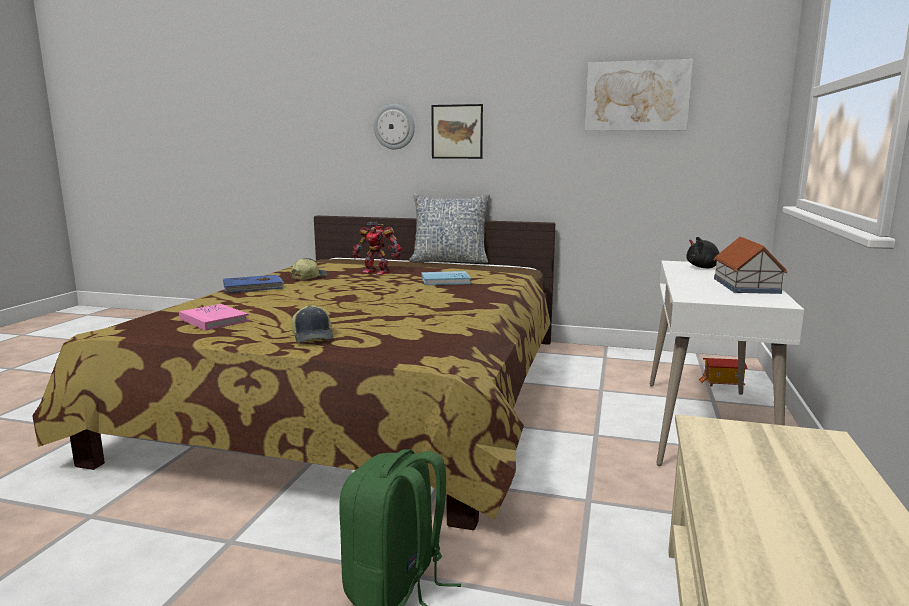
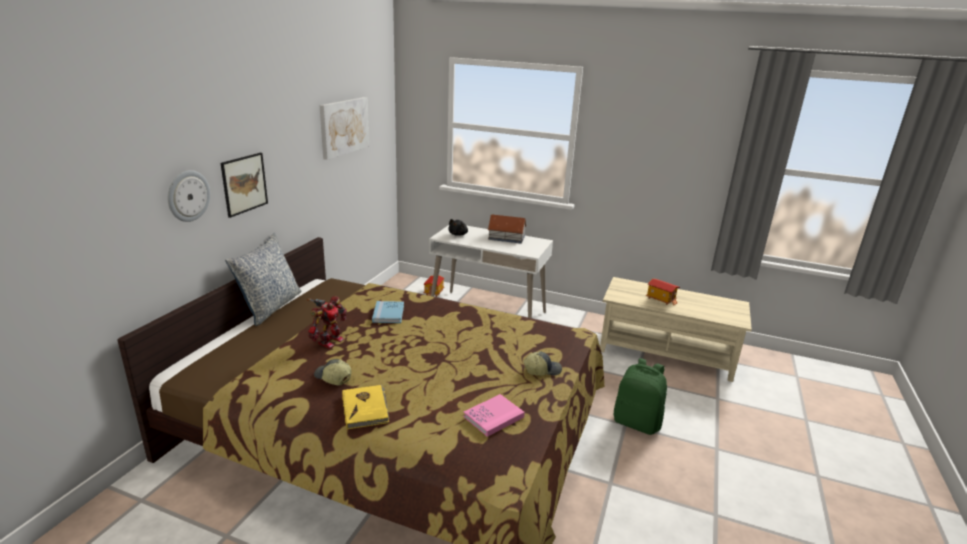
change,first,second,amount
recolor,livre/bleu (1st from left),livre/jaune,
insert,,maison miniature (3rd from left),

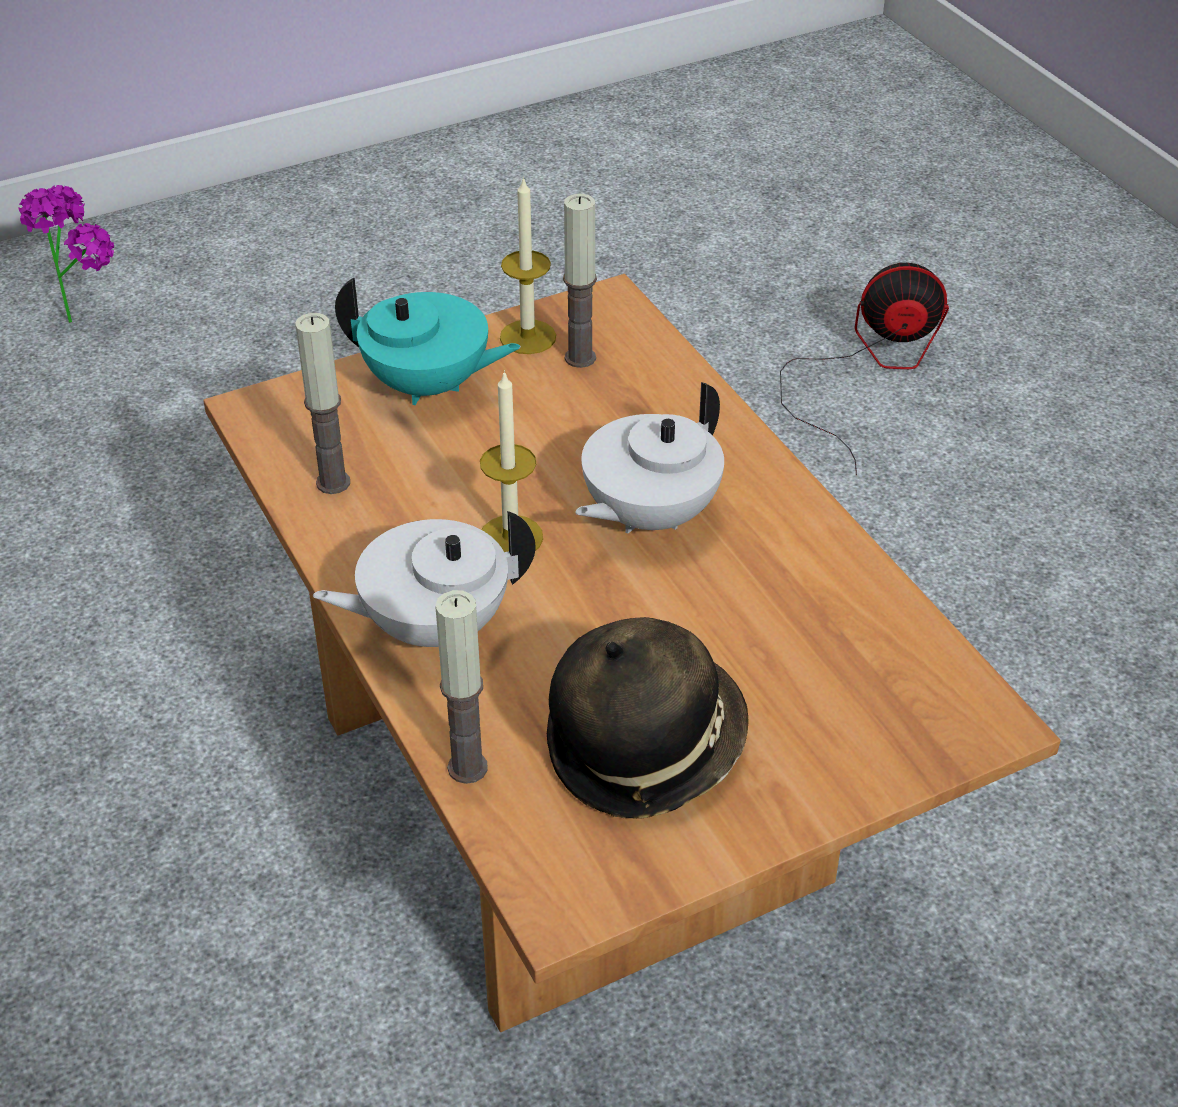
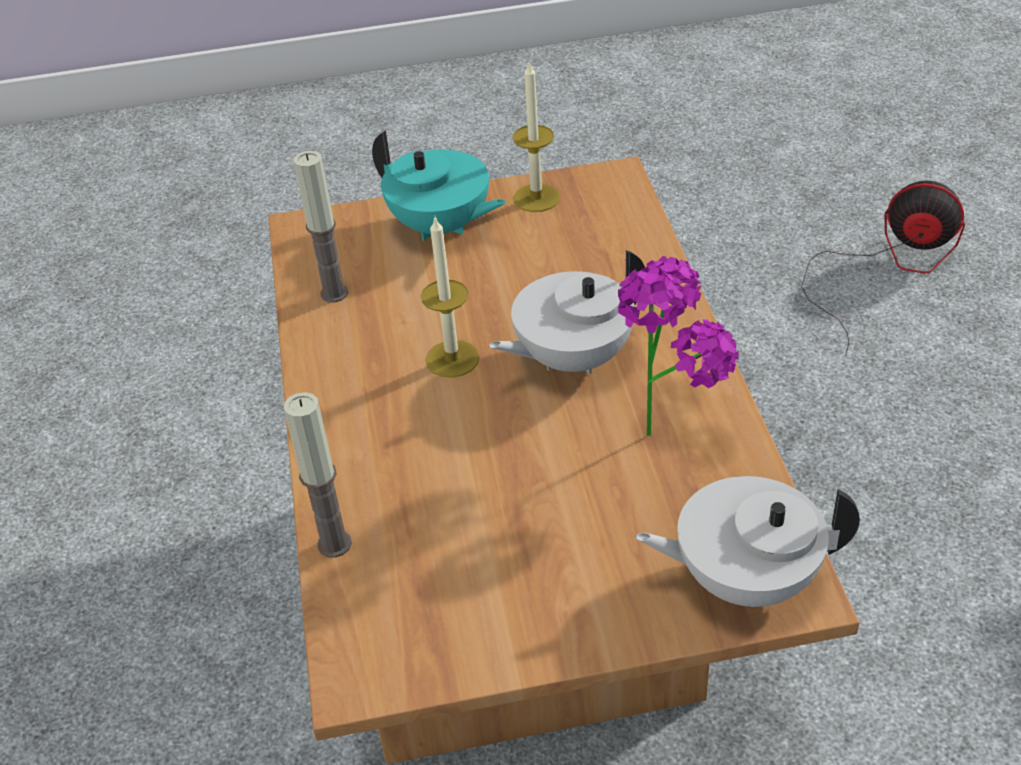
change,first,second,amount
move,plante en pot,,
move,théière/blanc (1st from left in the first image),théière/blanc (2nd from left),
delete,chapeau,,
delete,bougie (5th from left),,

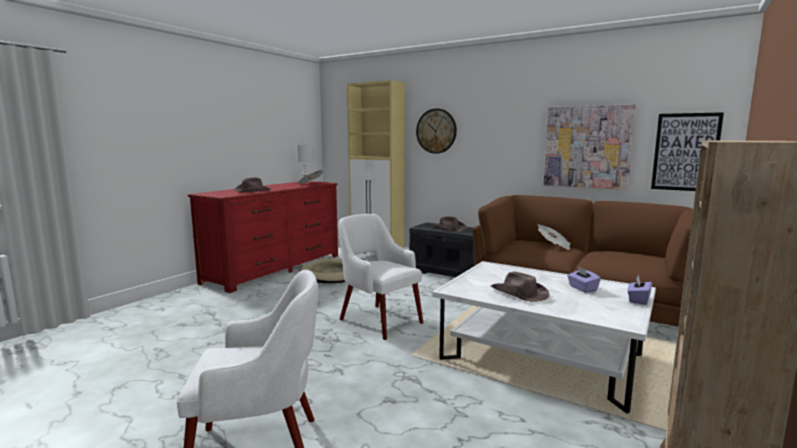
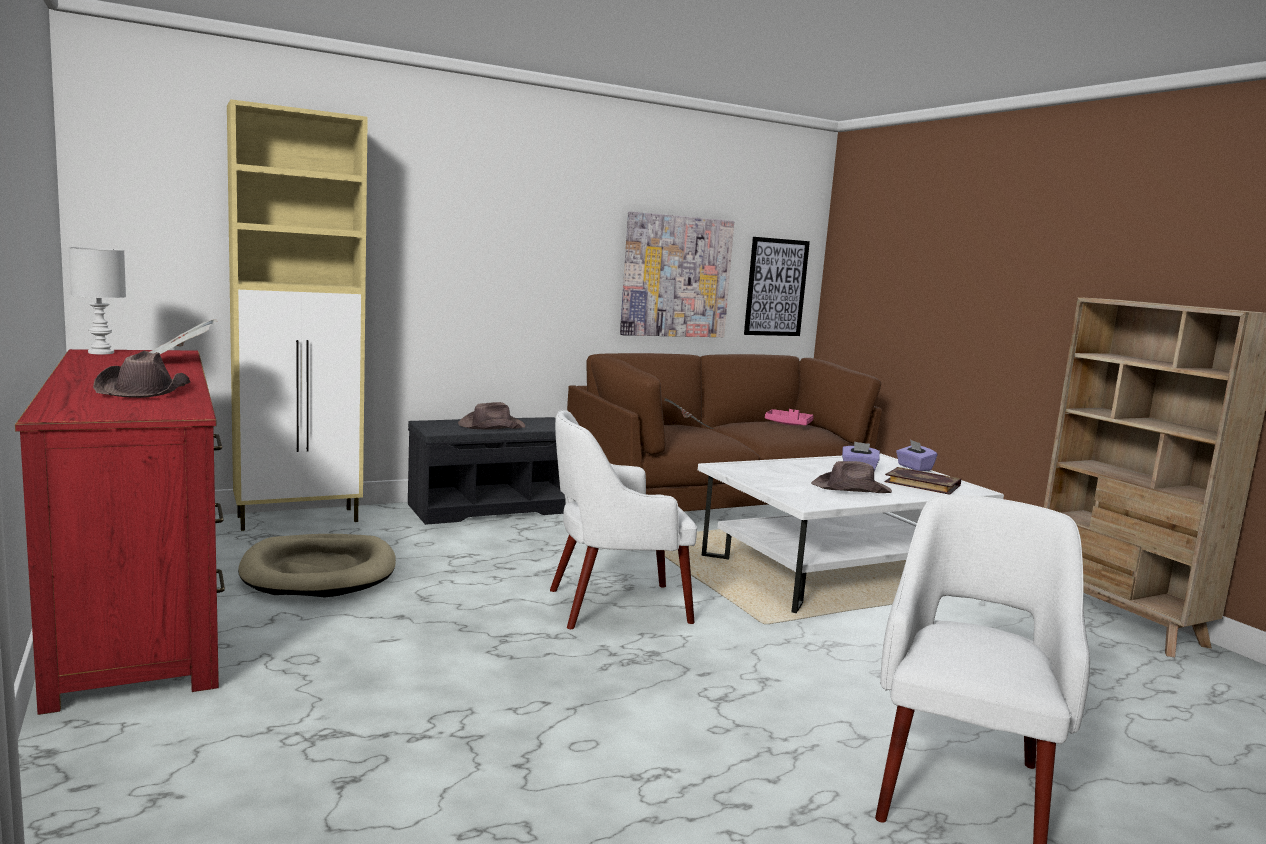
change,first,second,amount
insert,,plateau/rose,
insert,,livre,
delete,horloge murale,,

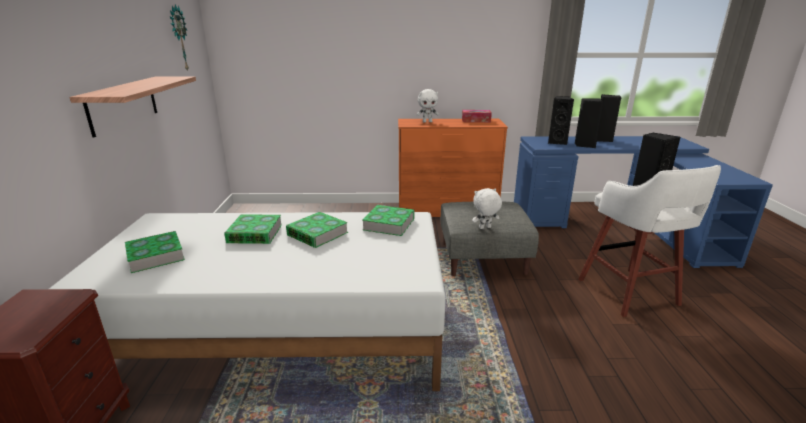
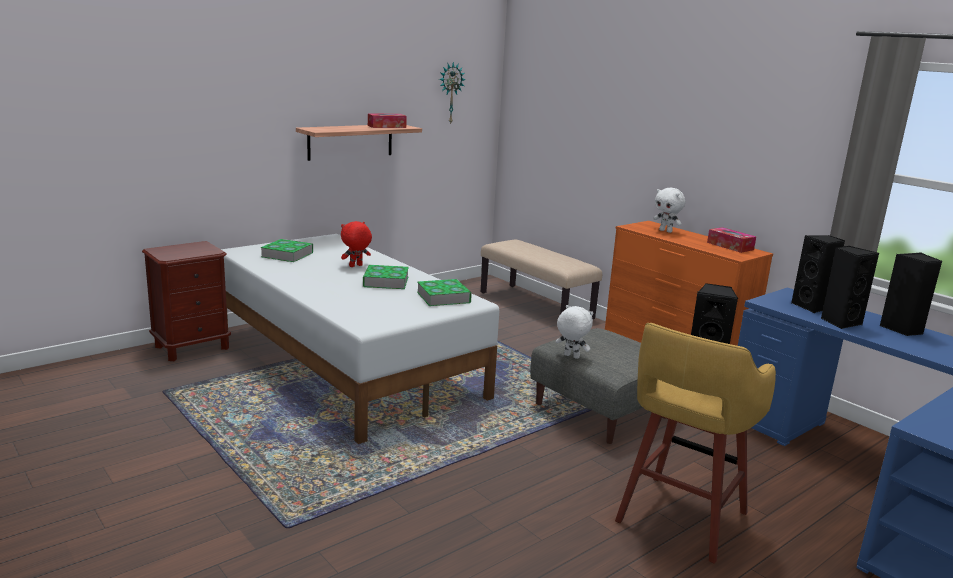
change,first,second,amount
replace,livre (2nd from left),peluche/rouge,
insert,,boîte à mouchoirs (1st from left),
insert,,banc/beige,
recolor,tabouret/blanc,tabouret/jaune,

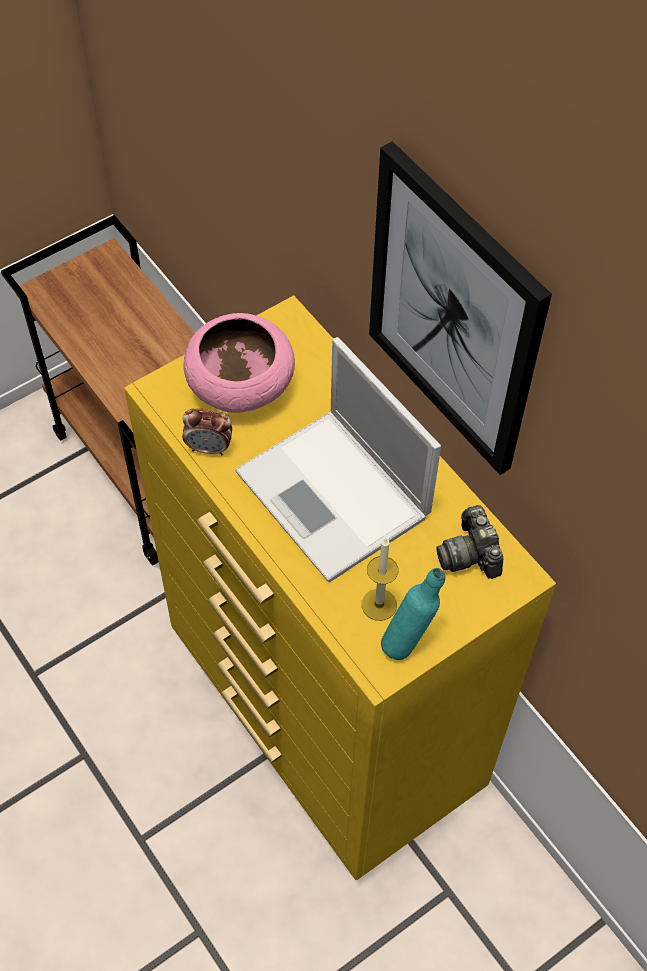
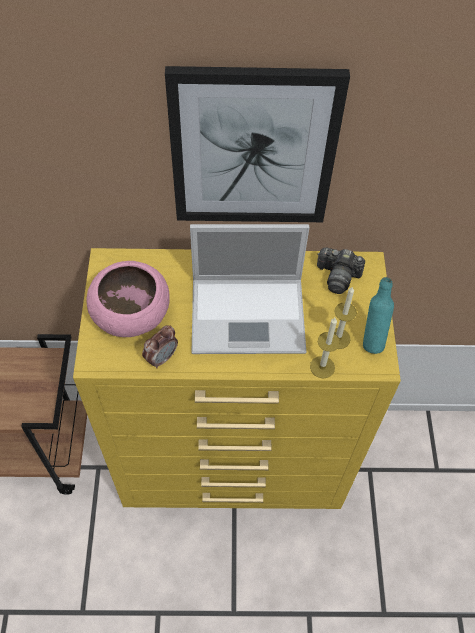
change,first,second,amount
insert,,bougie (1st from left),

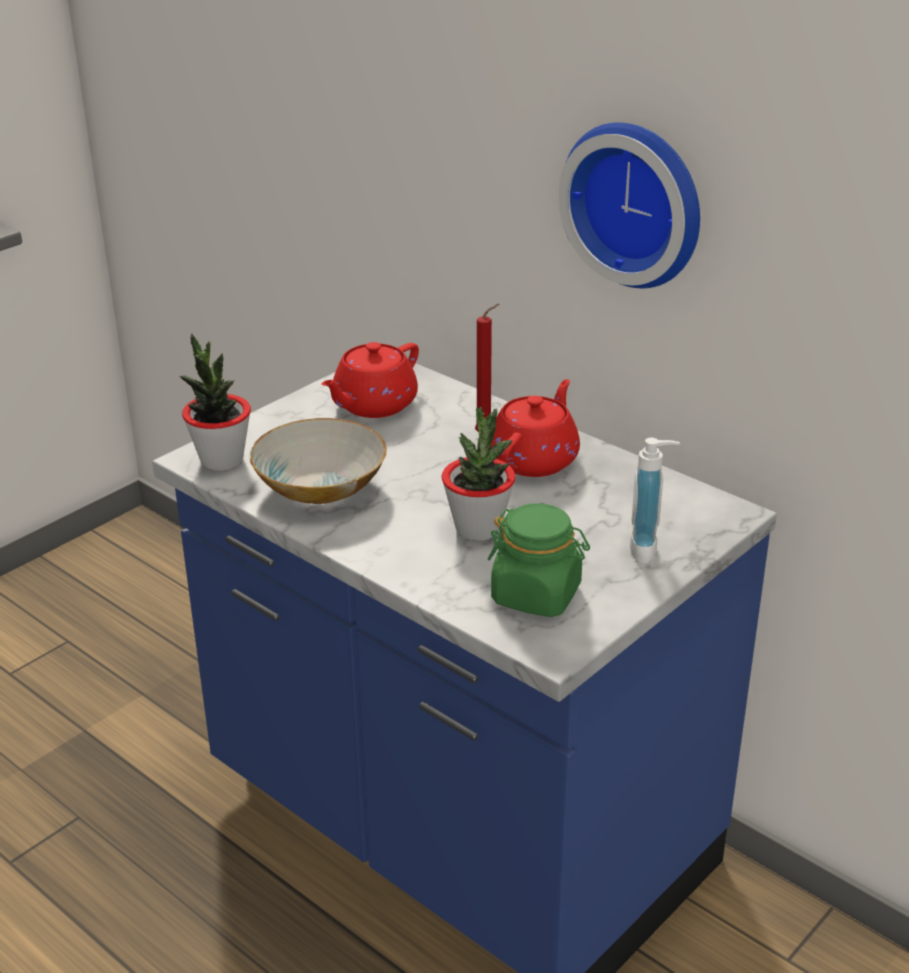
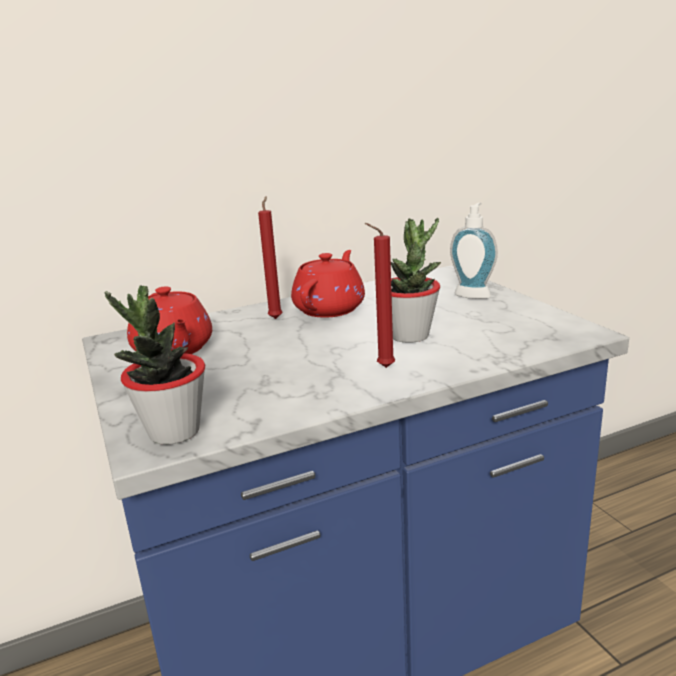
change,first,second,amount
rotate,théière/rouge (2nd from left),,60 degrees clockwise
insert,,bougie/rouge (2nd from left),
delete,bol,,
delete,bocal/vert,,
delete,horloge murale,,

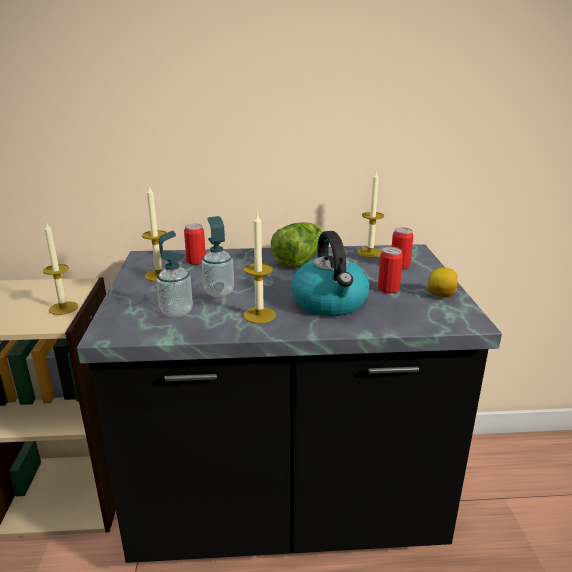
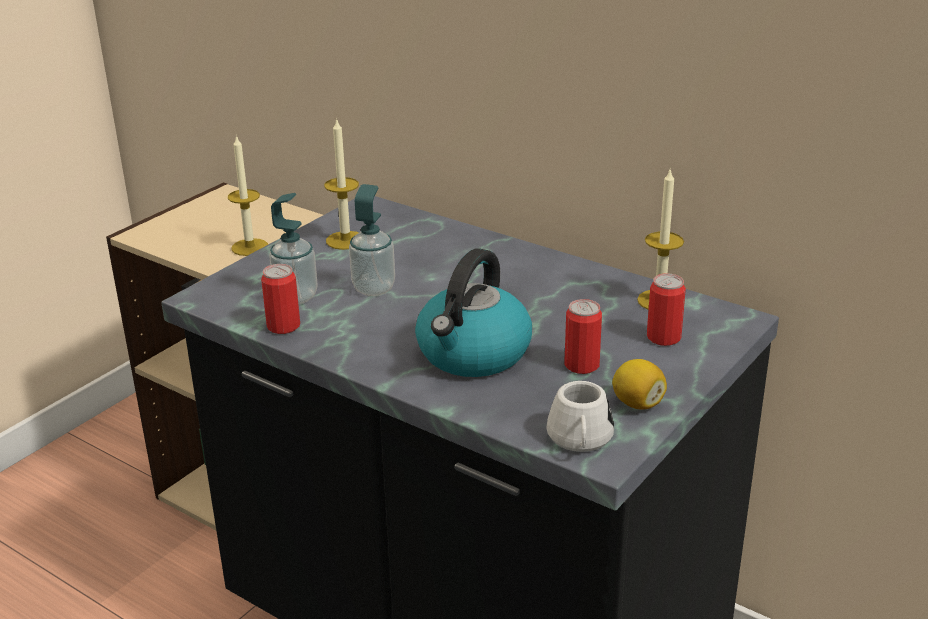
change,first,second,amount
move,boîte métallique (1st from left),,
insert,,mug/blanc,
delete,bougie (3rd from left),,
delete,laitue,,

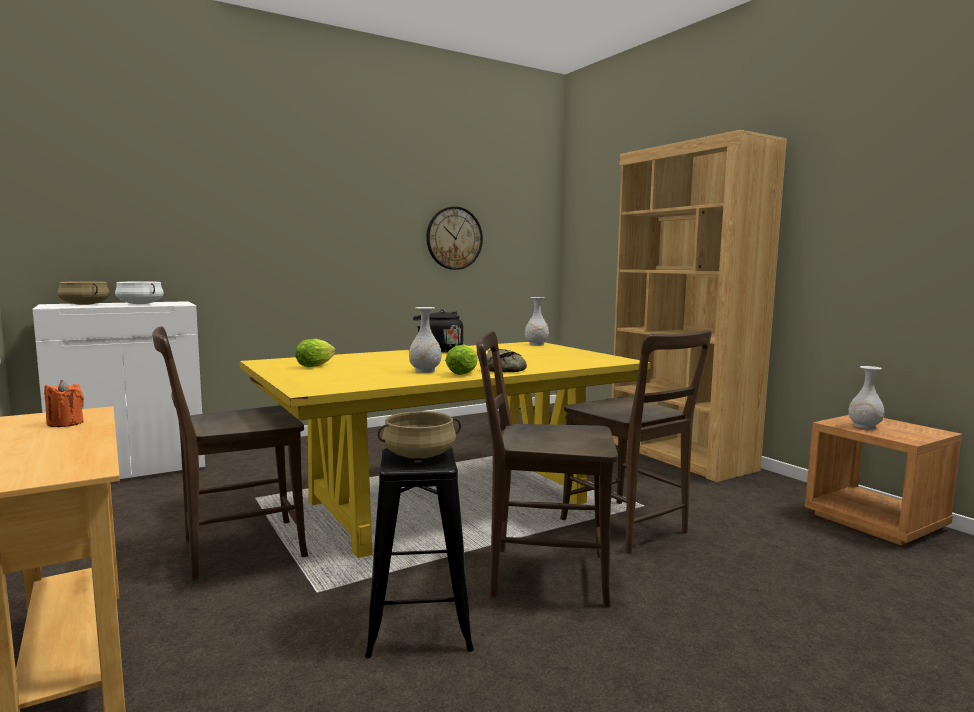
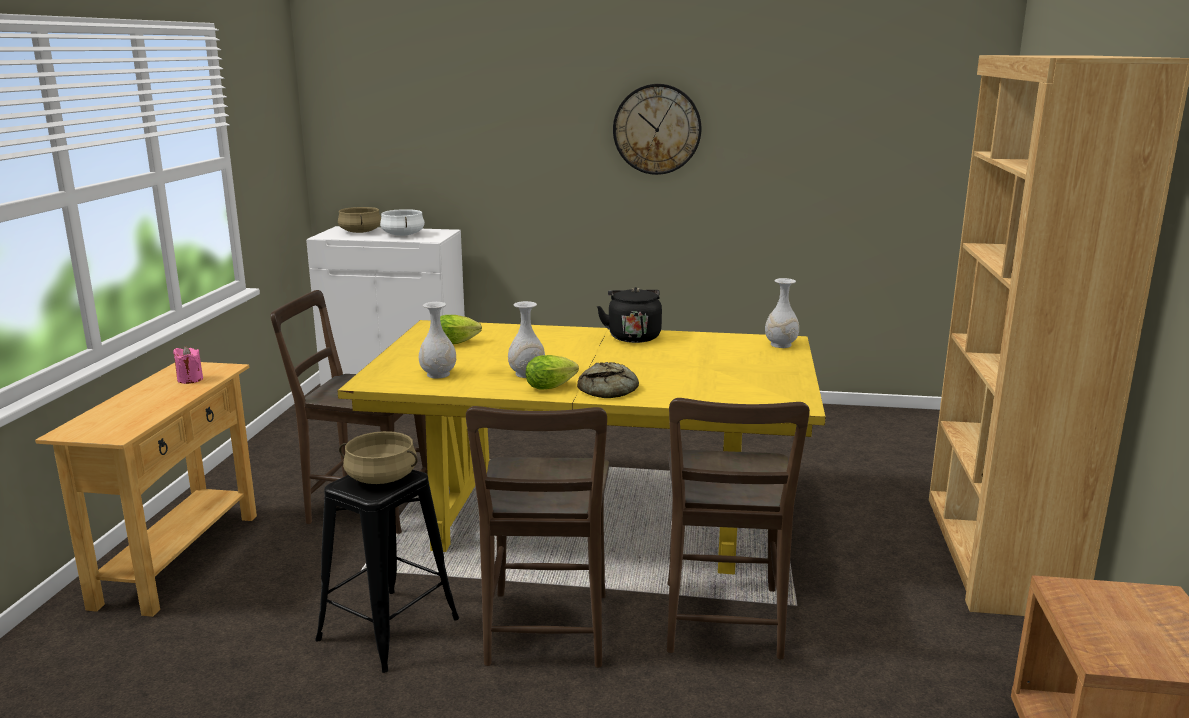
change,first,second,amount
recolor,bougie/orange,bougie/rose,
move,vase/blanc (3rd from left in the first image),vase/blanc (1st from left),
rotate,chaise/marron (2nd from left),,135 degrees counterclockwise
move,horloge murale,,

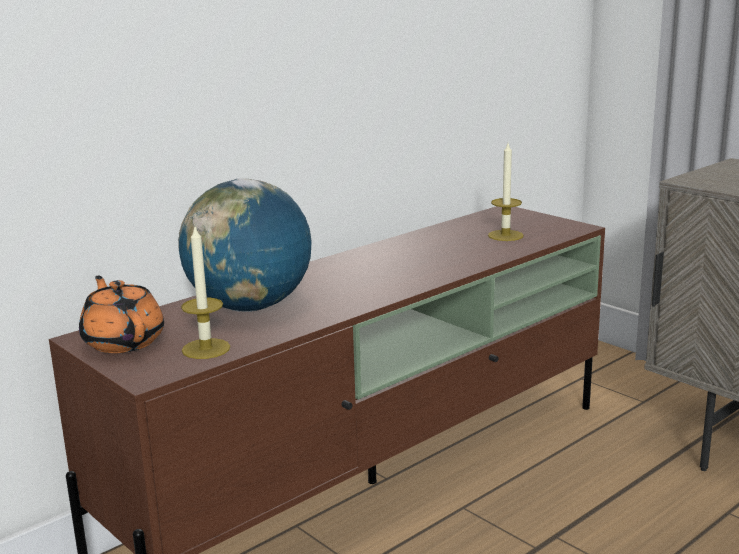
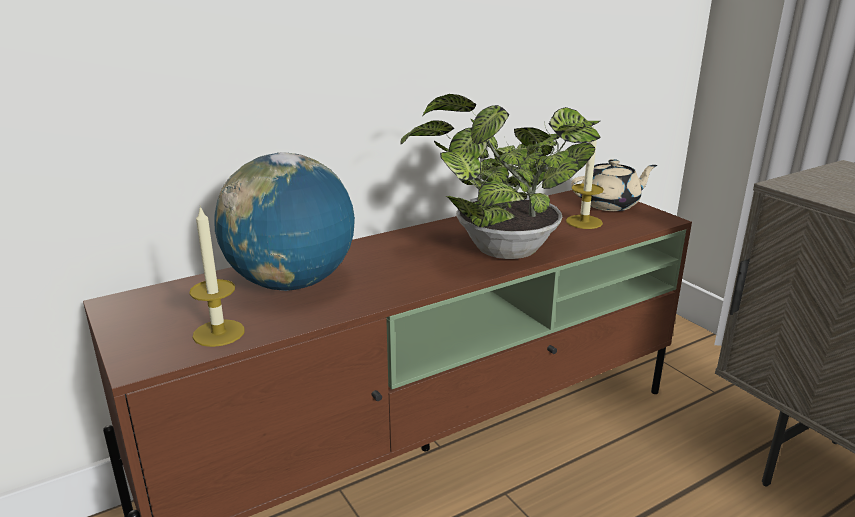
change,first,second,amount
insert,,plante en pot,
insert,,théière/beige,
delete,théière/orange,,

